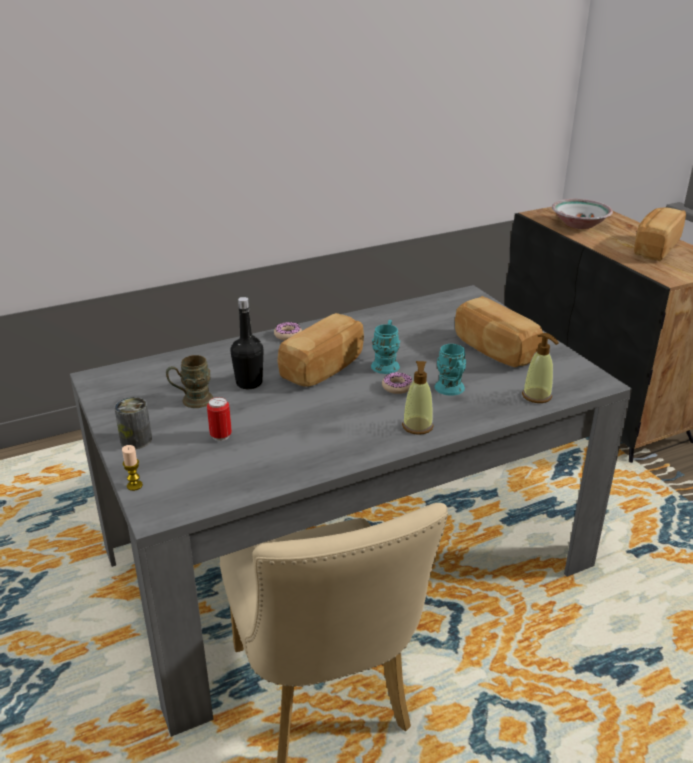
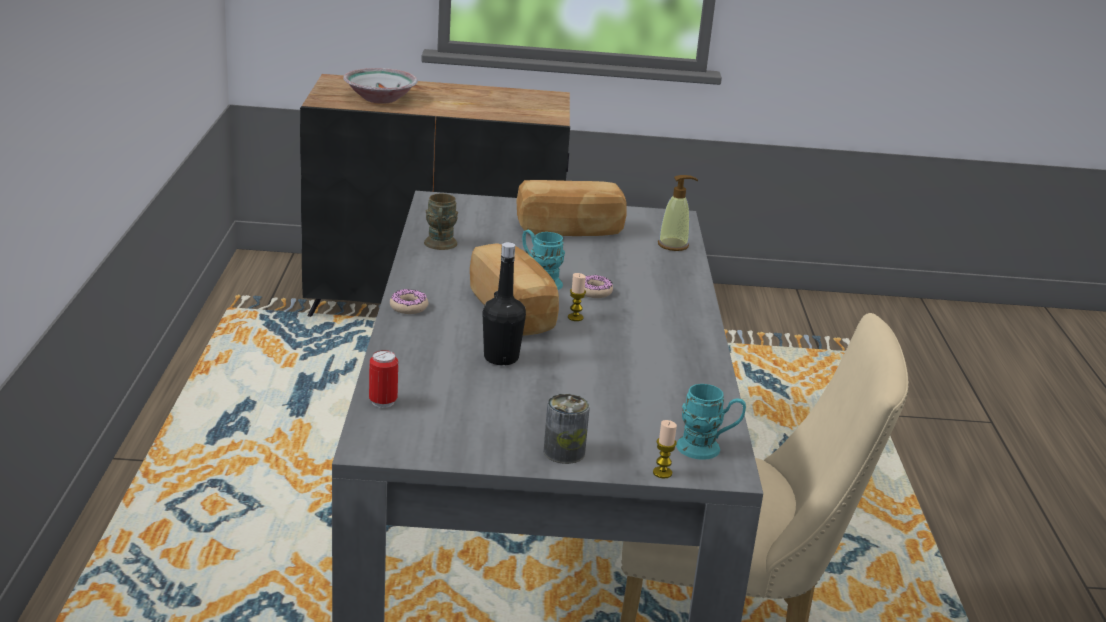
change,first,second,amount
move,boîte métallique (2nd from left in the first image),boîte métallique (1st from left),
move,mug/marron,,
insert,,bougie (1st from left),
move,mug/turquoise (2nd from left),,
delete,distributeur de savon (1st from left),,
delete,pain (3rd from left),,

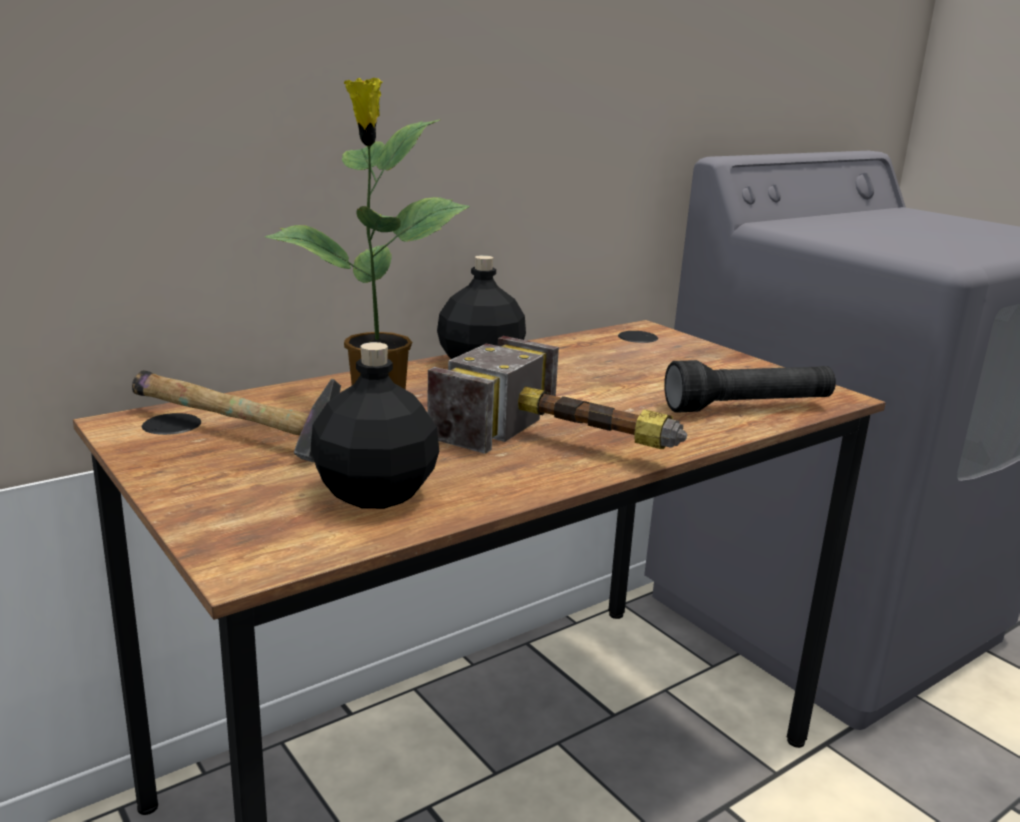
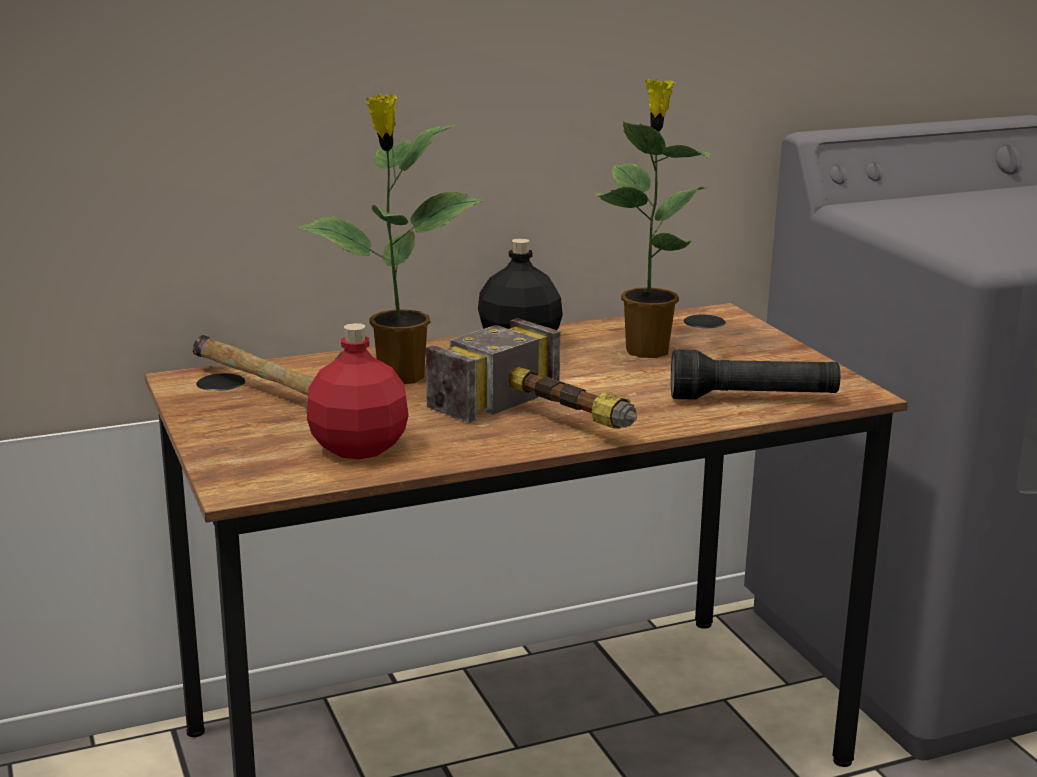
change,first,second,amount
recolor,bouteille/noir (1st from left),bouteille/rouge,
insert,,plante en pot (2nd from left),

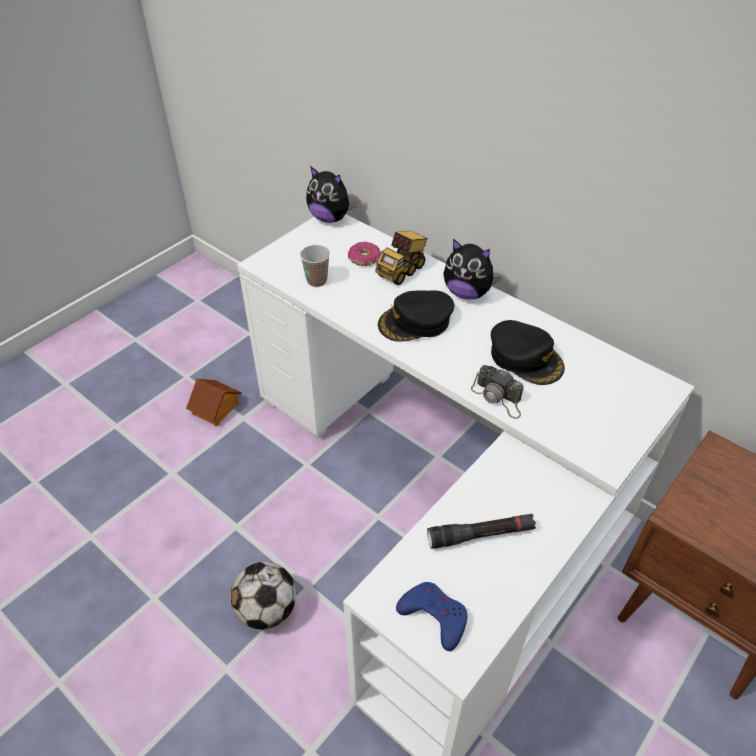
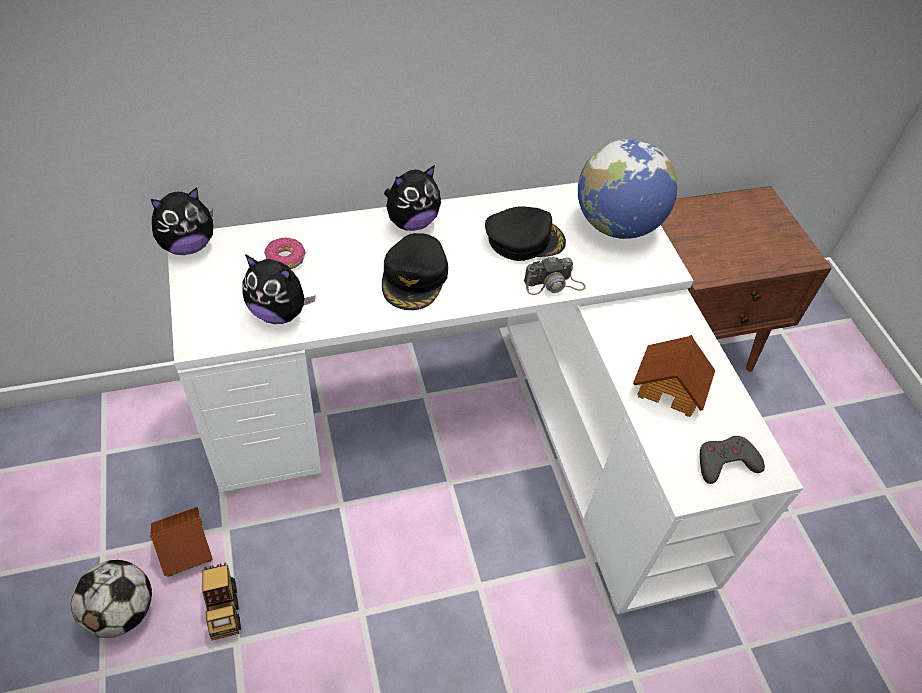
change,first,second,amount
move,ballon de foot,,
move,camion jouet,,
replace,tasse,peluche (2nd from left),
insert,,globe,
replace,lampe de poche/noir,maison miniature (2nd from left),
recolor,manette/bleu,manette/gris,

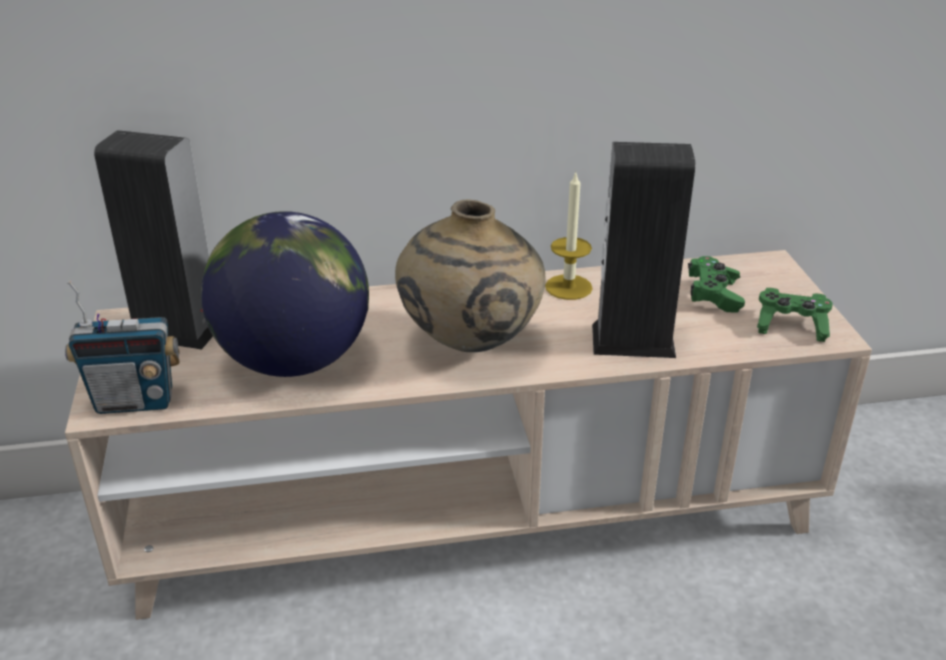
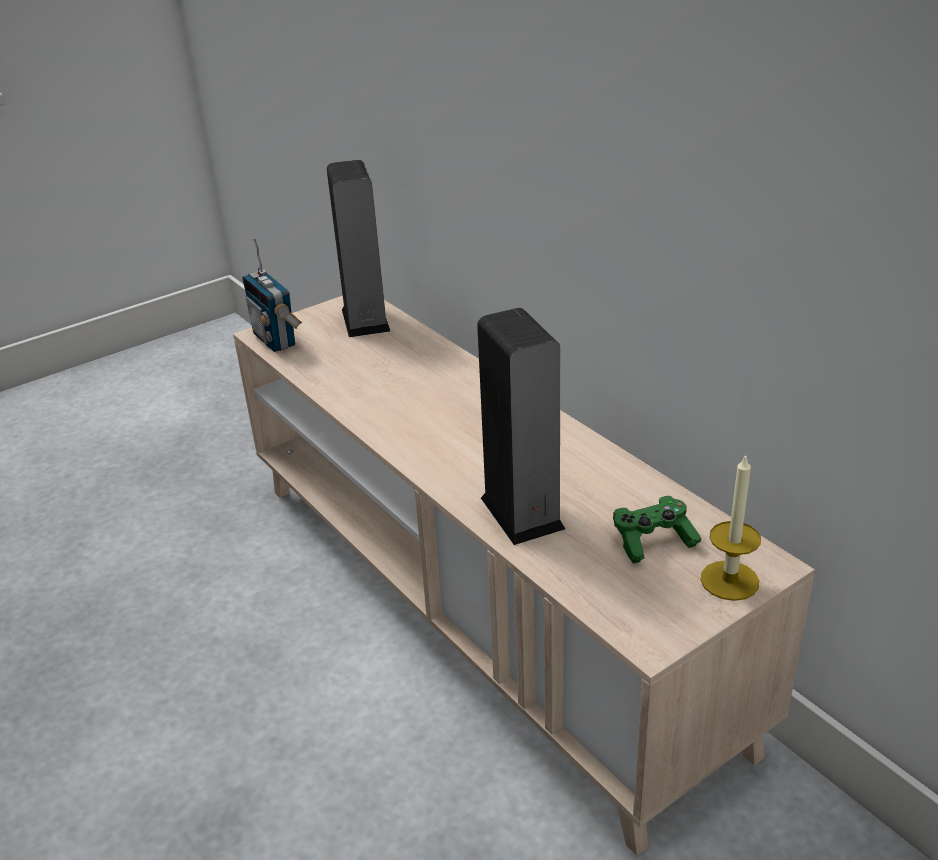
change,first,second,amount
move,bougie,,
delete,globe,,
delete,vase/beige,,
delete,manette/vert (2nd from left),,

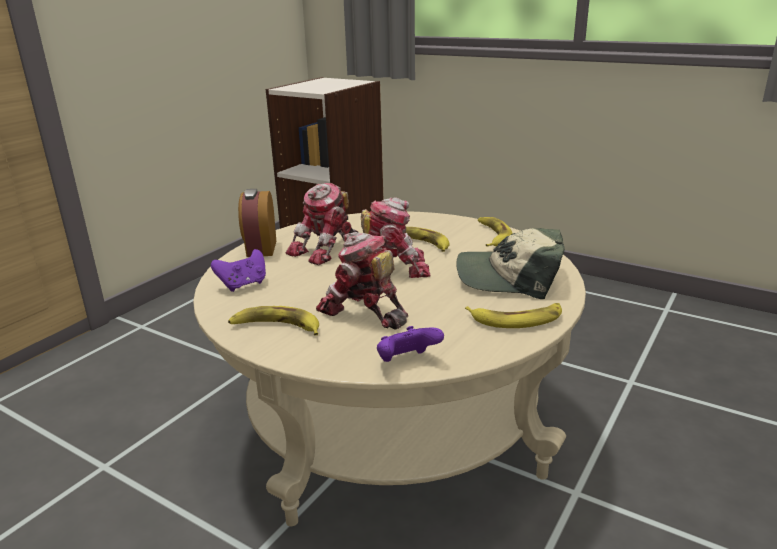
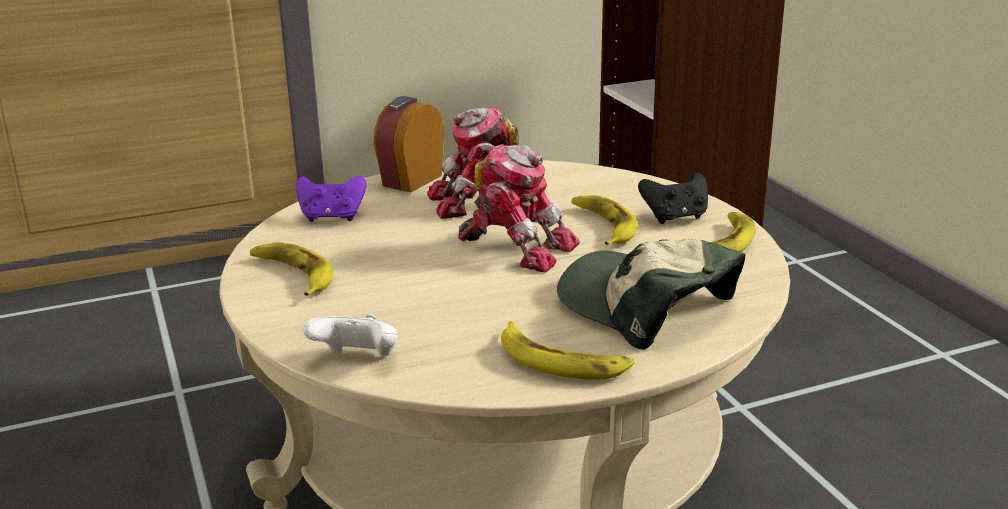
change,first,second,amount
recolor,manette/violet (2nd from left),manette/blanc,
insert,,manette/noir,
delete,robot jouet (2nd from left),,

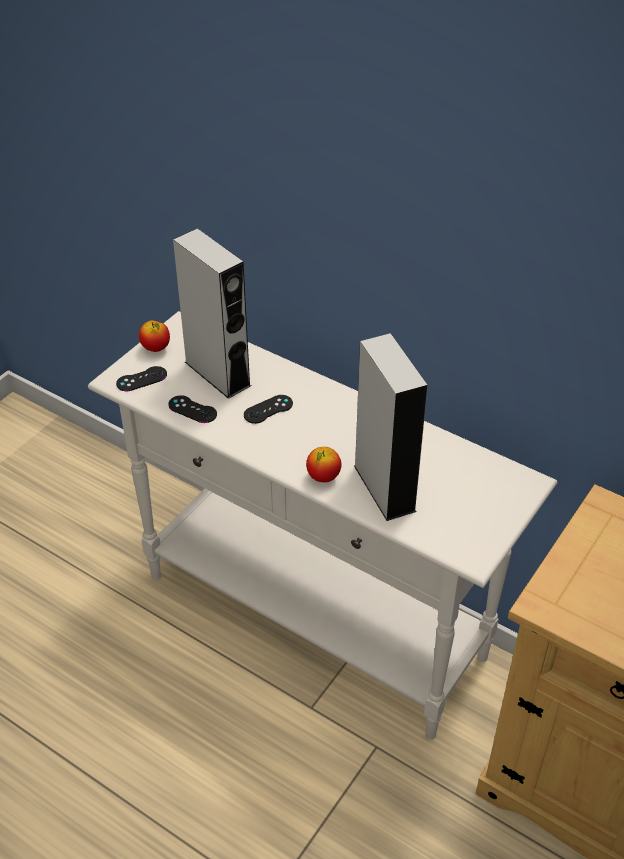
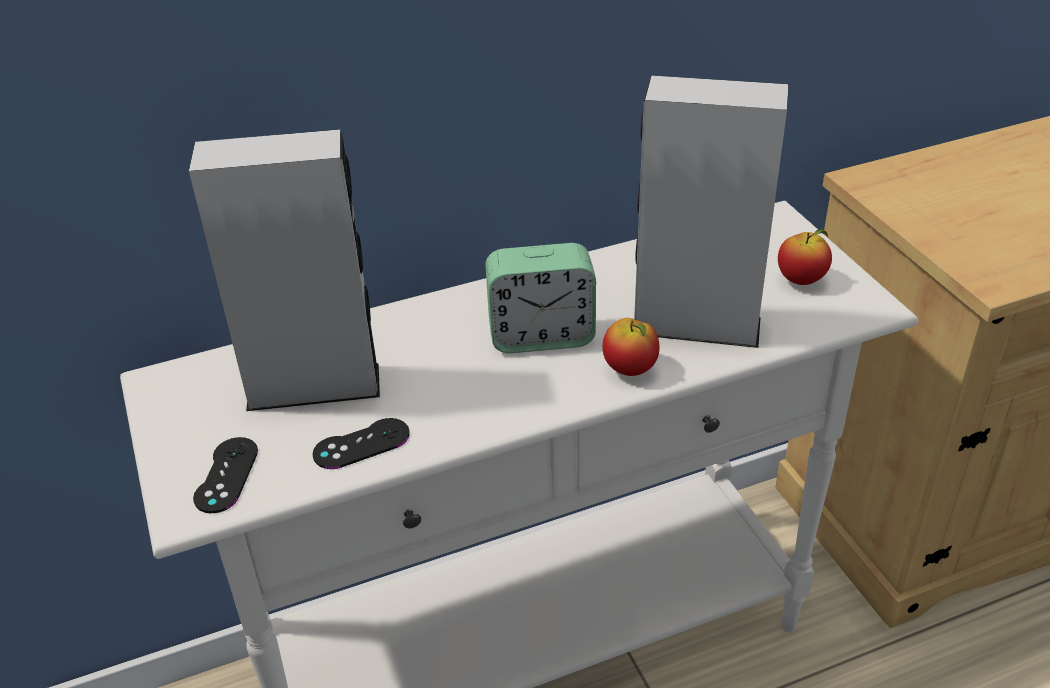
change,first,second,amount
insert,,réveil,
move,pomme (1st from left in the first image),pomme (2nd from left),
delete,manette/noir (3rd from left),,

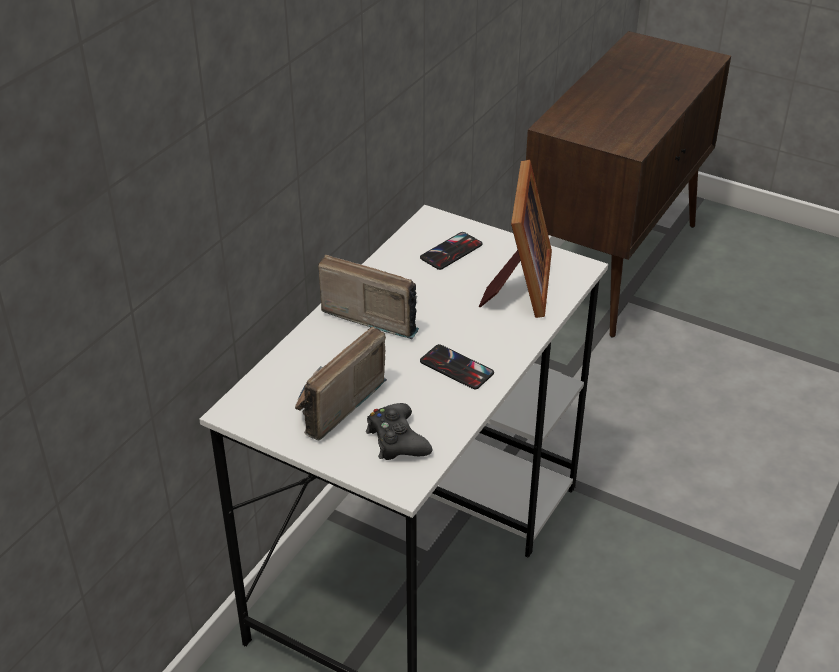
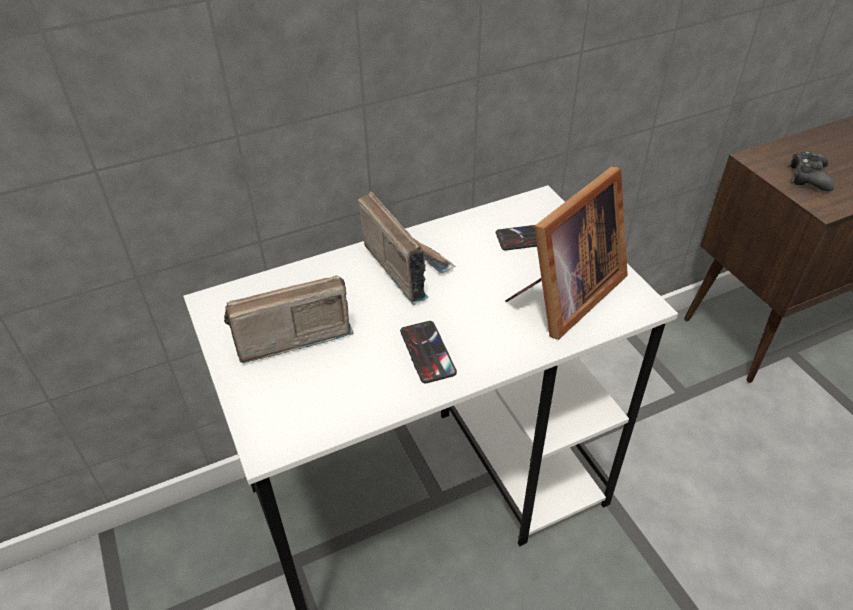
change,first,second,amount
move,manette/noir,,

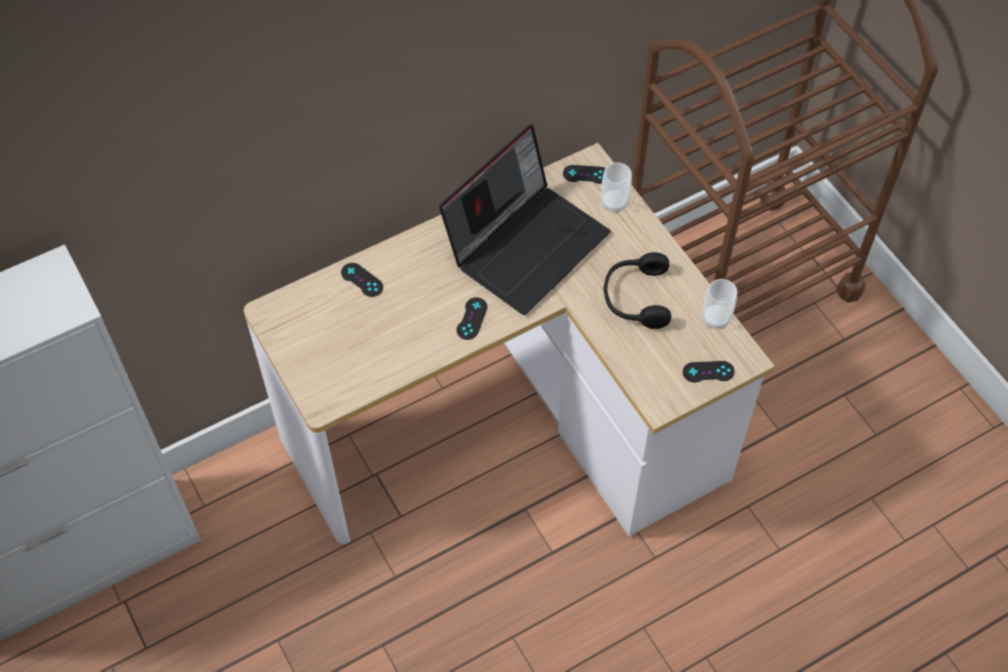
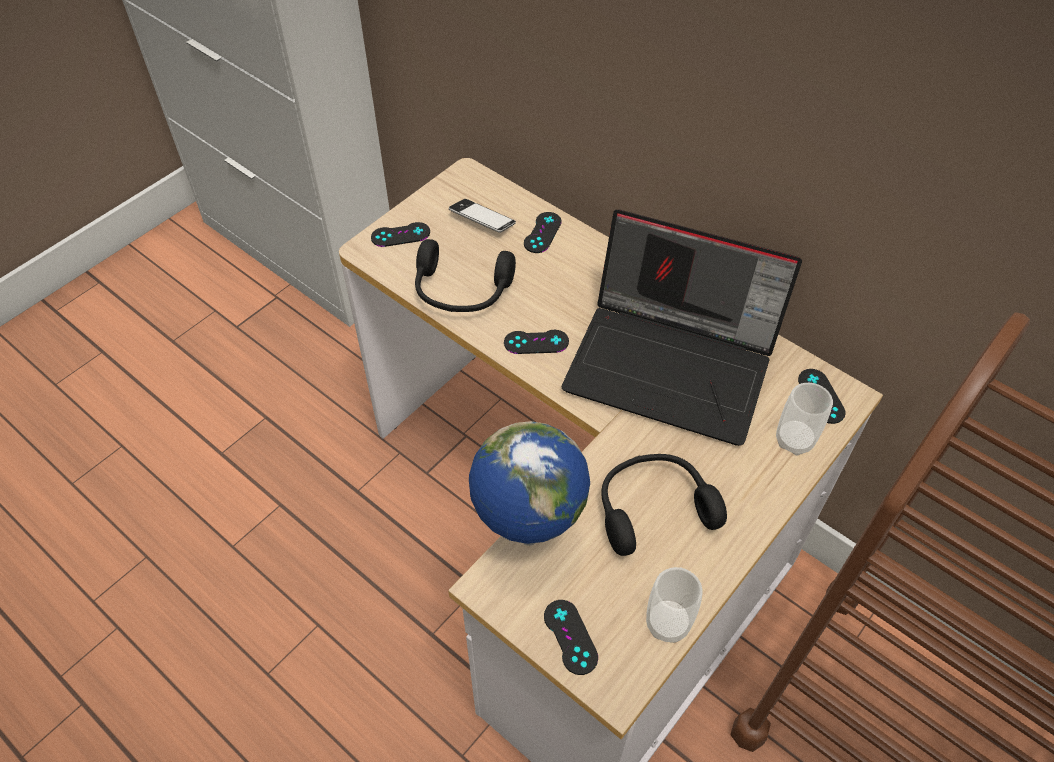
change,first,second,amount
insert,,manette/noir (1st from left),
insert,,casque audio/noir (1st from left),
insert,,téléphone,
insert,,globe,

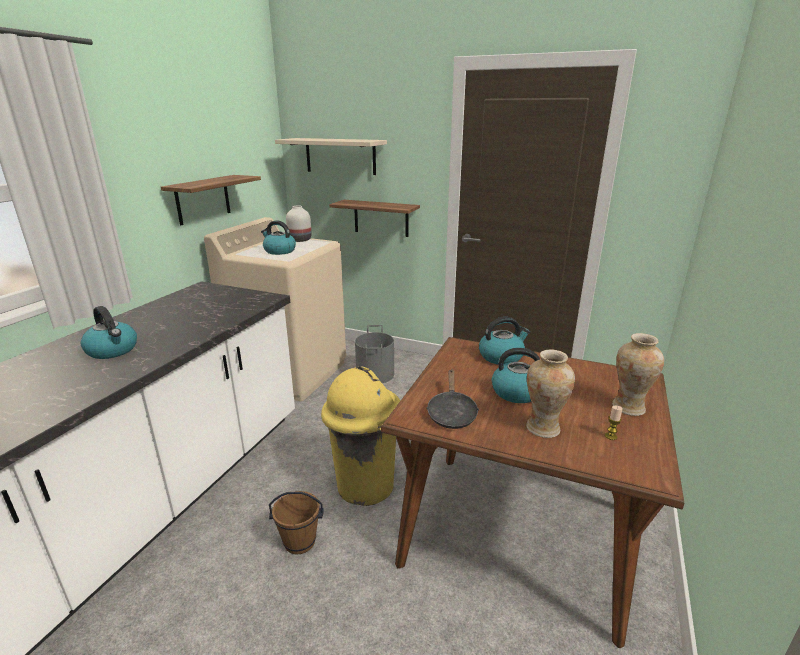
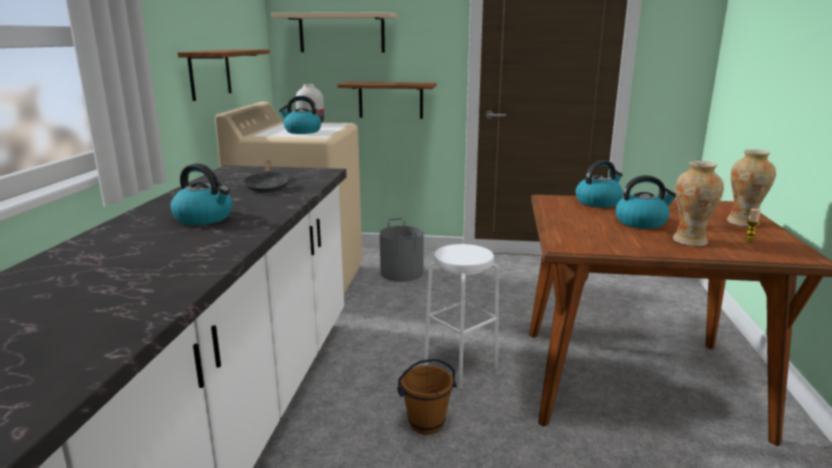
change,first,second,amount
move,poêle/noir,,
replace,poubelle/jaune,tabouret/blanc,

